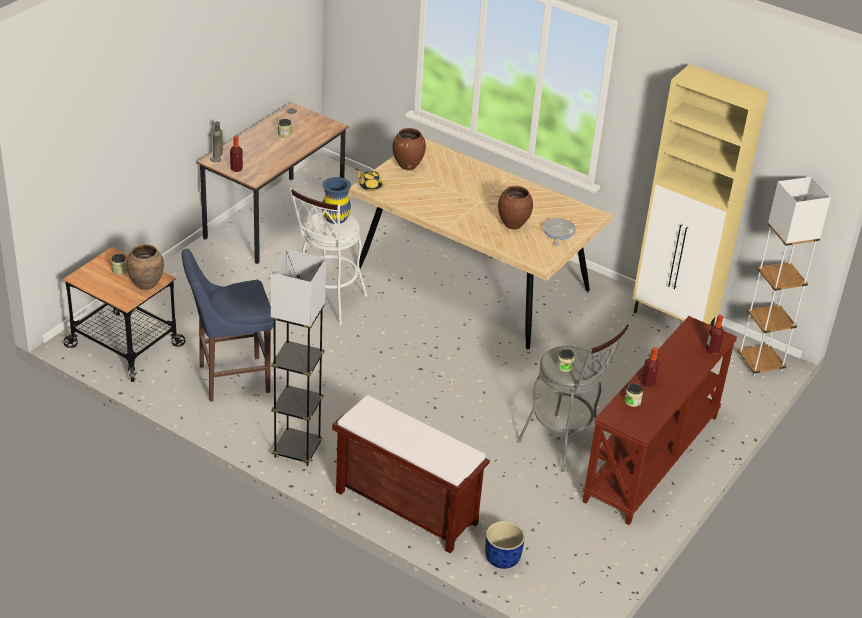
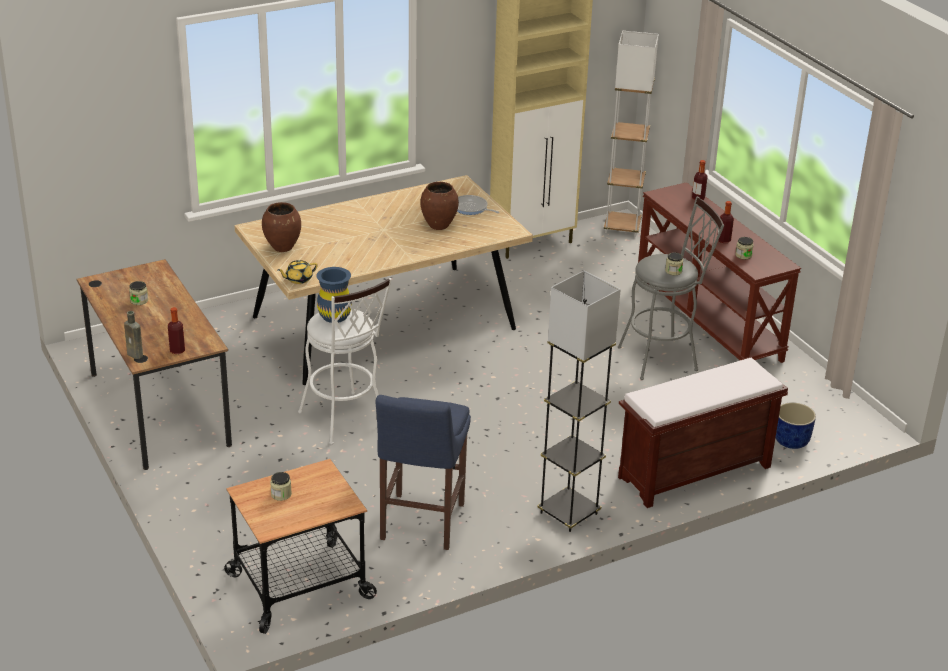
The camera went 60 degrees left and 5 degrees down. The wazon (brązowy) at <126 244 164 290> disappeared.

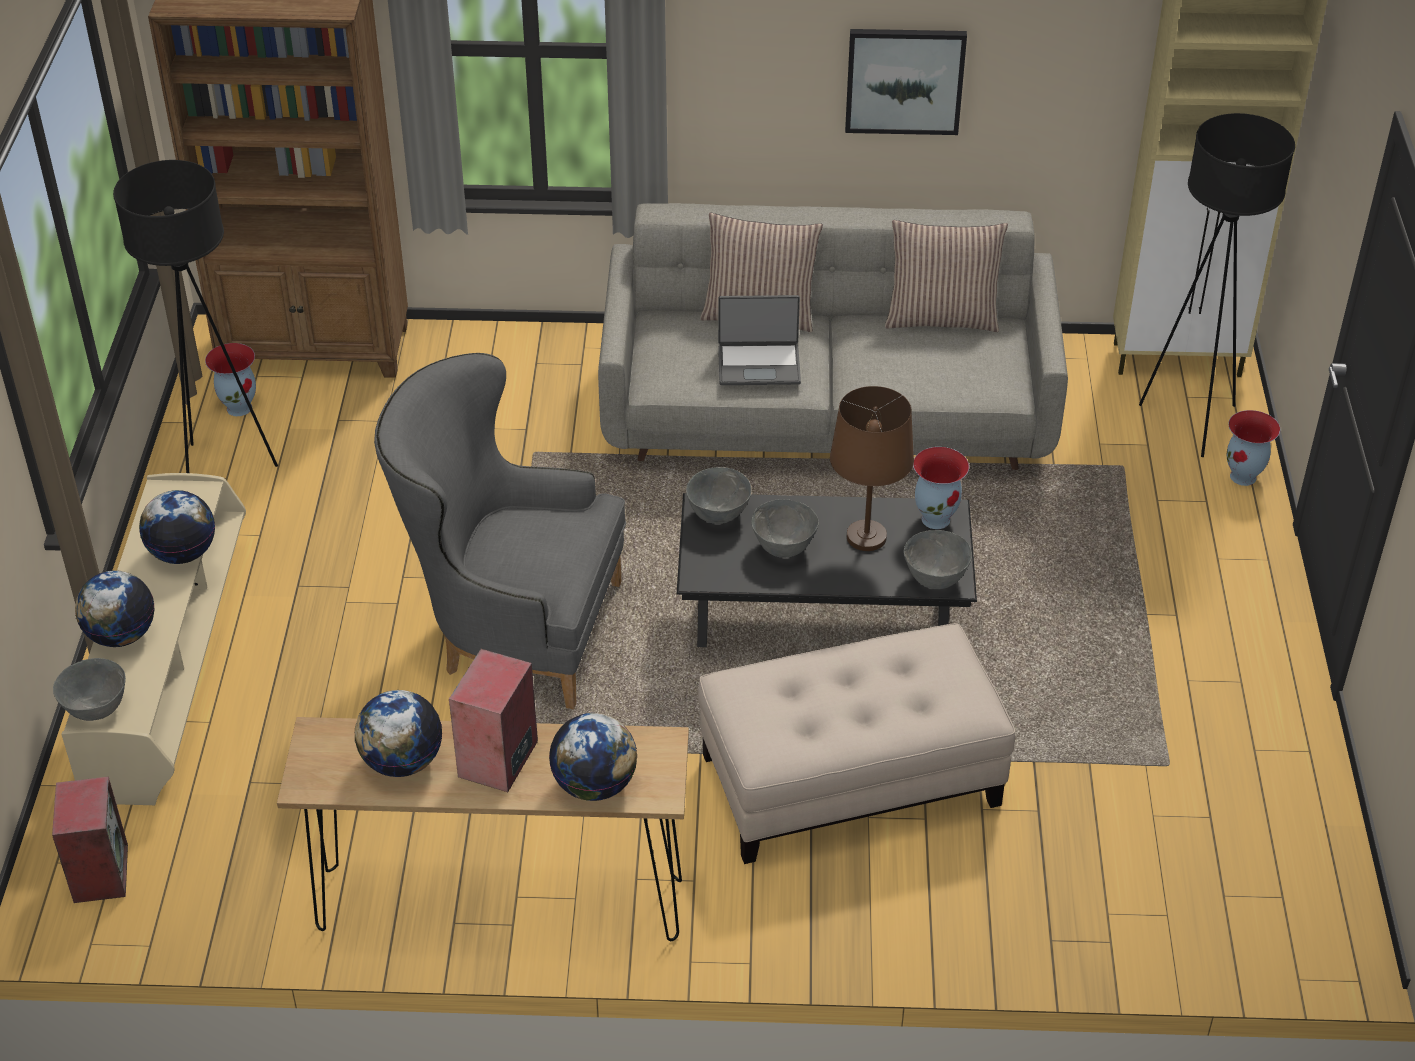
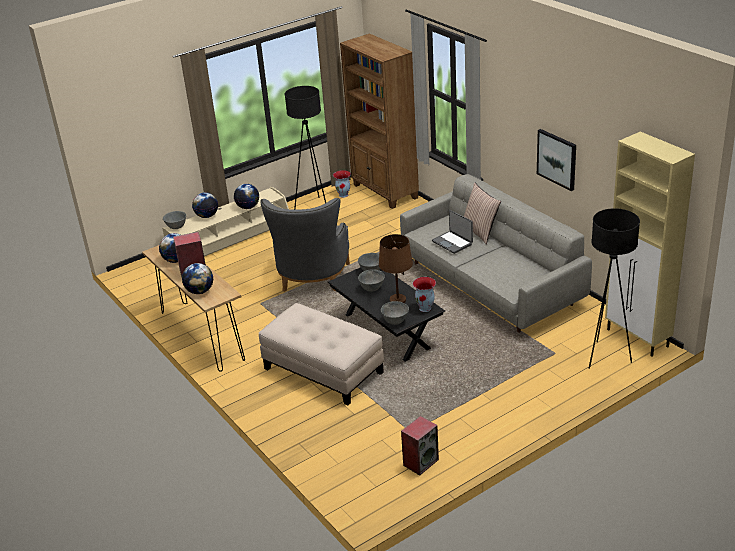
The camera went 55 degrees right and 10 degrees down. The poduszka at <885 220 1008 332> disappeared. The fotel (szary) at <374 353 626 709> turned 150 degrees counterclockwise. The wazon at <1227 410 1280 486> disappeared. The głośnik moved from <52 777 128 903> to <401 416 439 475>.

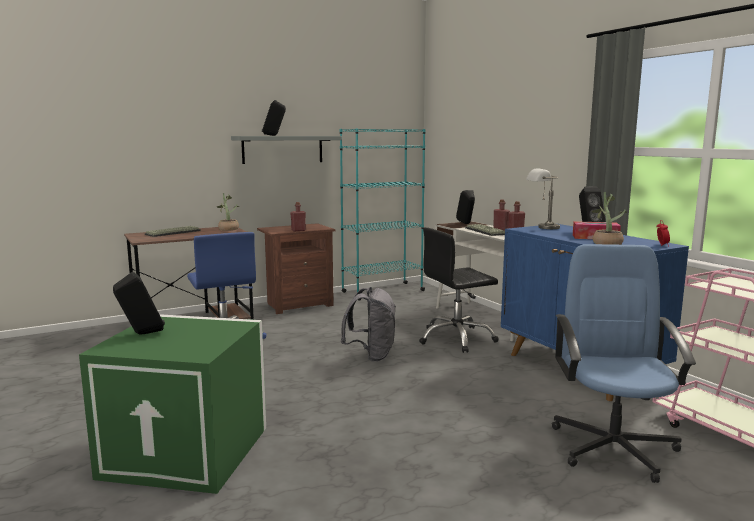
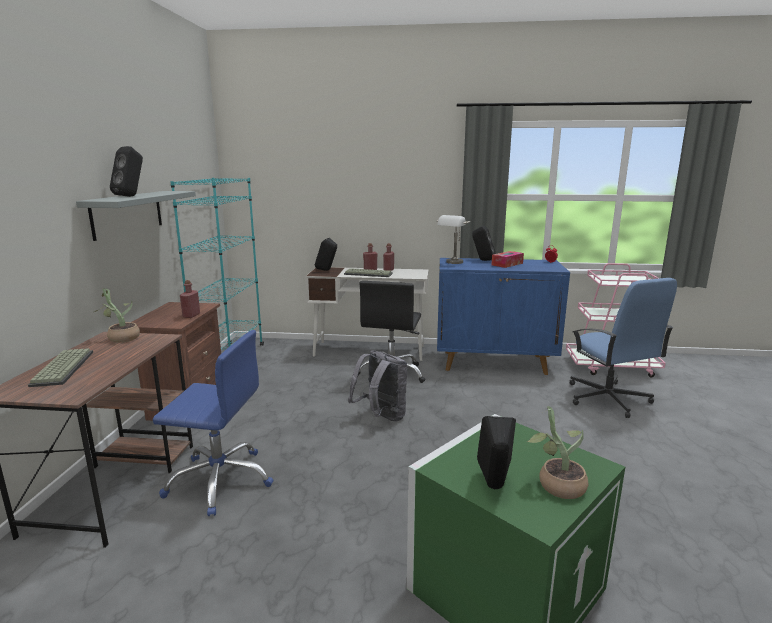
The camera went 55 degrees left and 5 degrees up. The roślina doniczkowa moved from <592 192 627 245> to <527 406 589 499>. The krzesło biurowe (niebieski) at <552 244 696 483> turned 150 degrees counterclockwise.

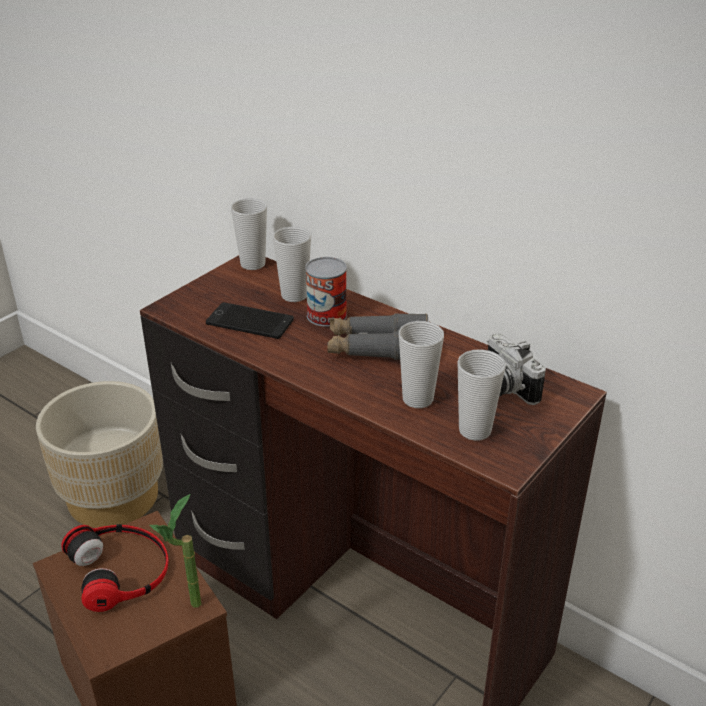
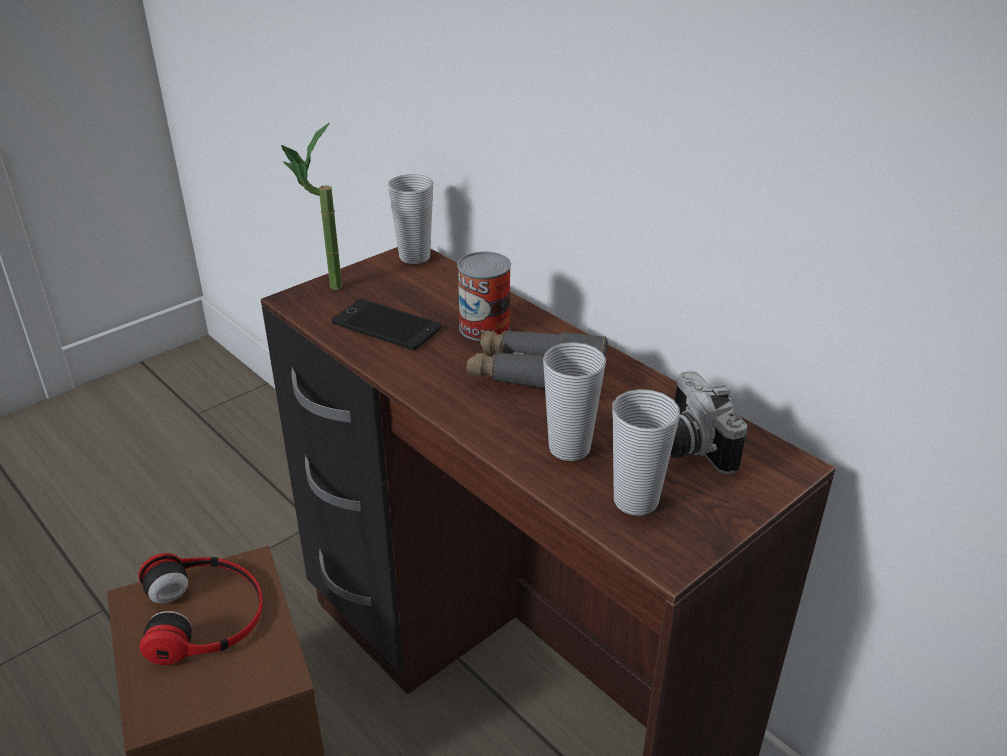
The camera went 10 degrees right and 0 degrees up. The filiżanka at <273 227 311 302> disappeared. The donica (beżowy) at <36 381 163 528> disappeared. The roślina doniczkowa moved from <149 494 201 608> to <281 122 342 290>.

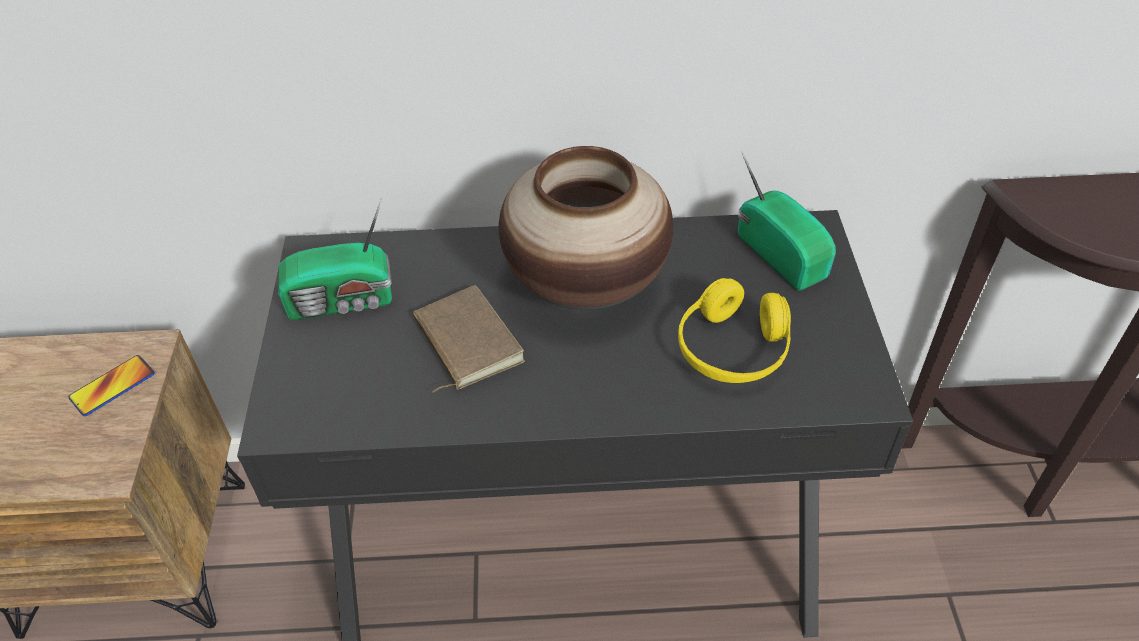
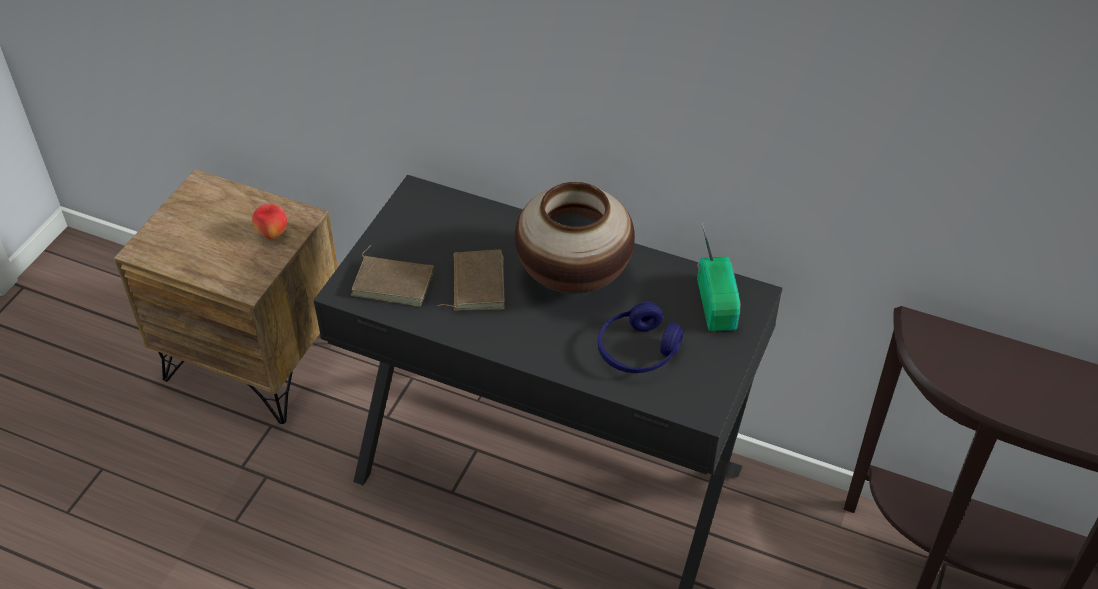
The camera went 25 degrees right and 0 degrees up. The radio at <278 198 392 320> disappeared. The słuchawki (żółty) at <678 278 791 383> became the słuchawki (niebieski) at <598 302 683 373>. The telefon at <68 355 155 416> was replaced by the jabłko at <252 204 287 239>. The książka (brązowy) at <351 245 434 306> appeared.

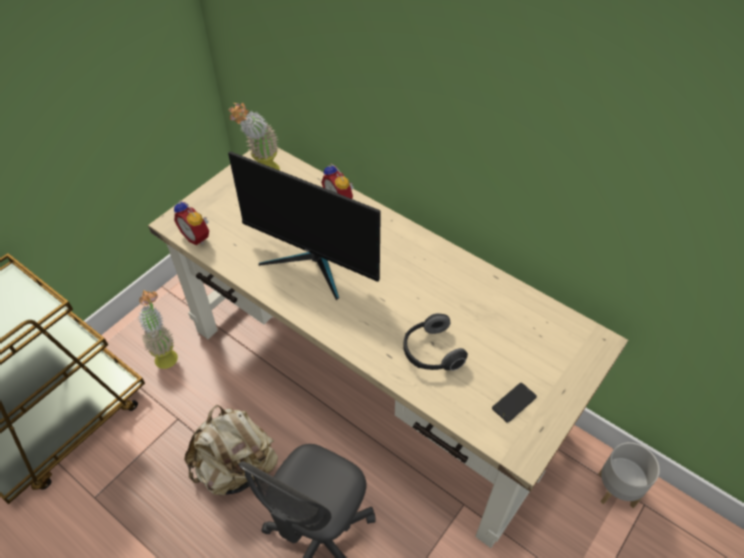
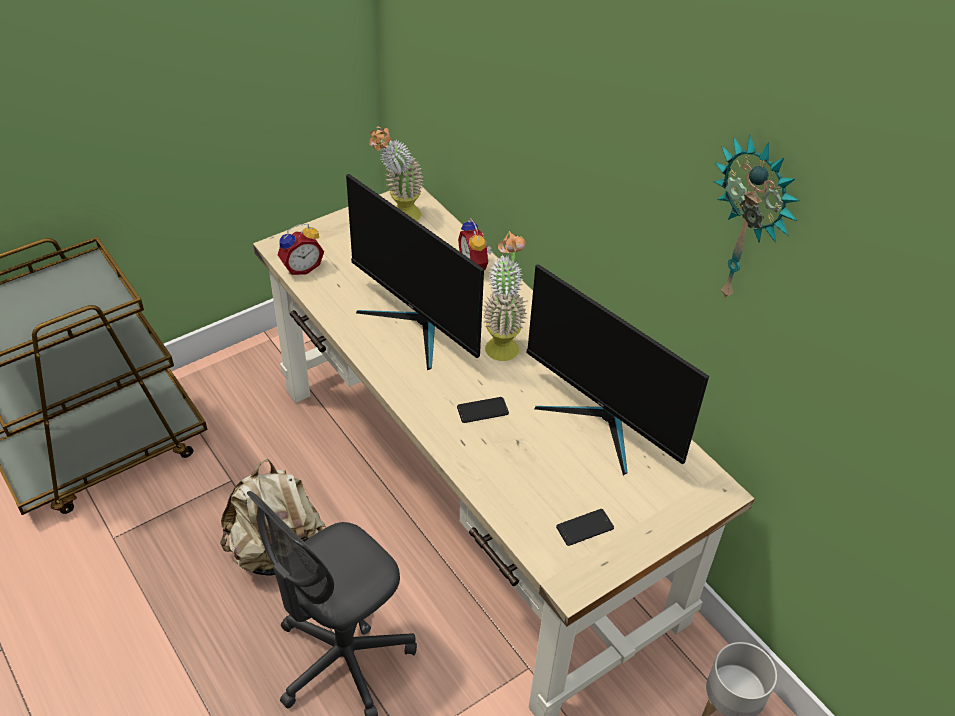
The camera went 15 degrees right and 5 degrees down. The budzik at <174 200 209 245> turned 90 degrees counterclockwise. The roślina doniczkowa moved from <138 290 178 369> to <482 231 527 361>. The słuchawki at <403 313 468 371> disappeared. The zegar ścienny at <713 134 800 300> appeared. The monitor at <527 264 709 475> appeared. The telefon at <457 397 509 423> appeared.

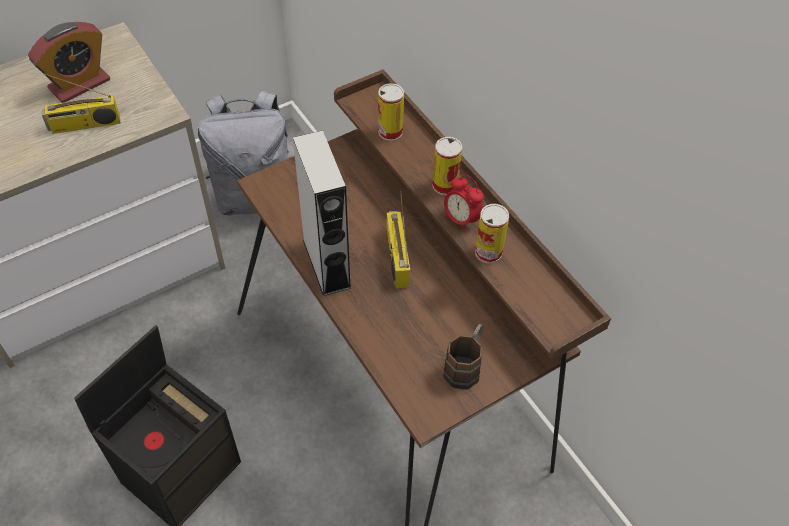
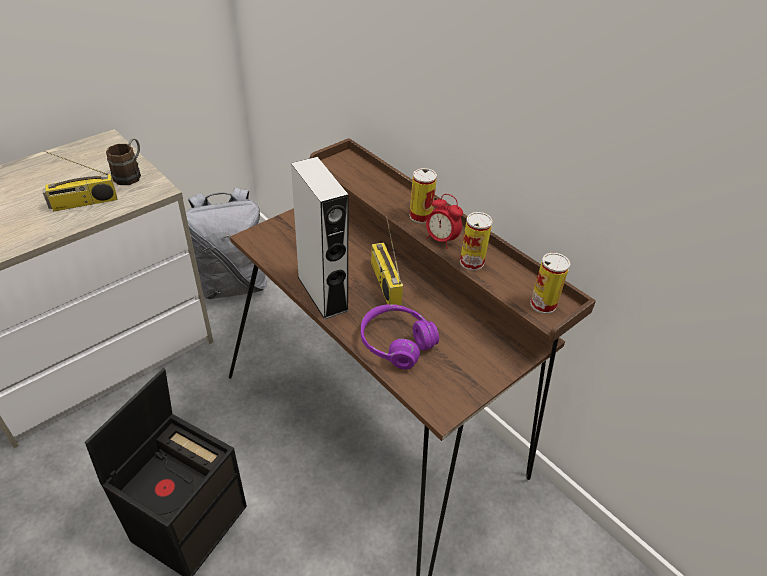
The camera went 10 degrees left and 10 degrees down. The budzik at <28 22 110 103> disappeared. The puszka moved from <378 83 404 141> to <530 253 570 314>. The kubek (brązowy) moved from <443 324 483 390> to <106 138 141 185>. The słuchawki (fioletowy) at <361 304 439 369> appeared.

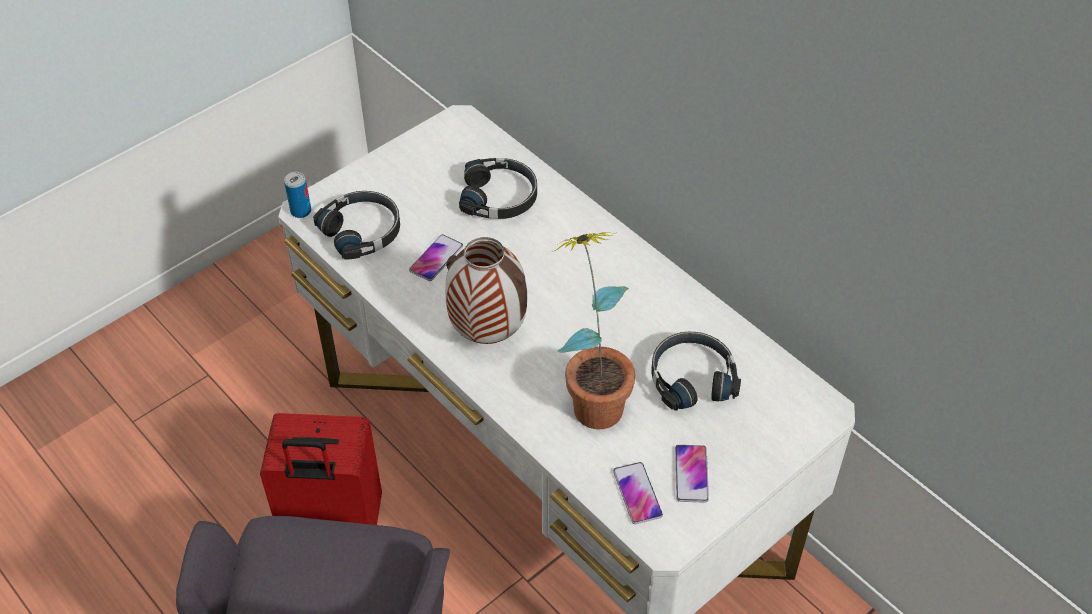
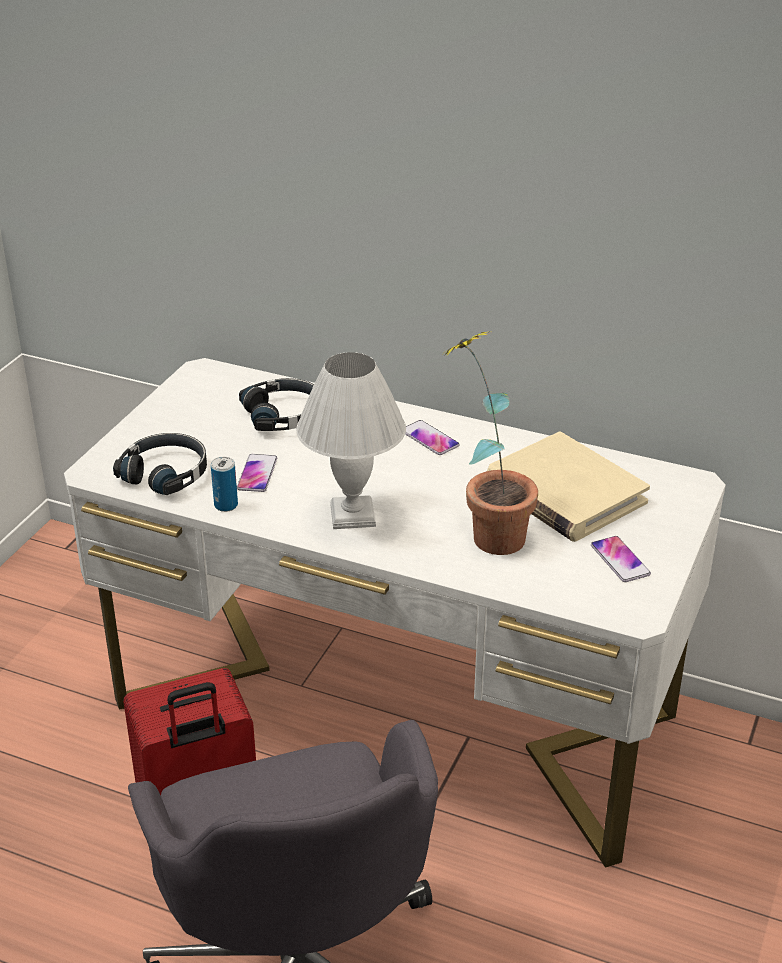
The camera went 25 degrees left and 15 degrees down. The puszka moved from <284 172 311 218> to <211 457 238 512>. The wazon at <445 237 527 344> was replaced by the lampa stołowa (biały) at <296 352 406 529>. The słuchawki (czarny) at <651 332 741 411> was replaced by the książka (beżowy) at <487 431 650 542>. The telefon moved from <613 462 663 524> to <405 420 460 455>.

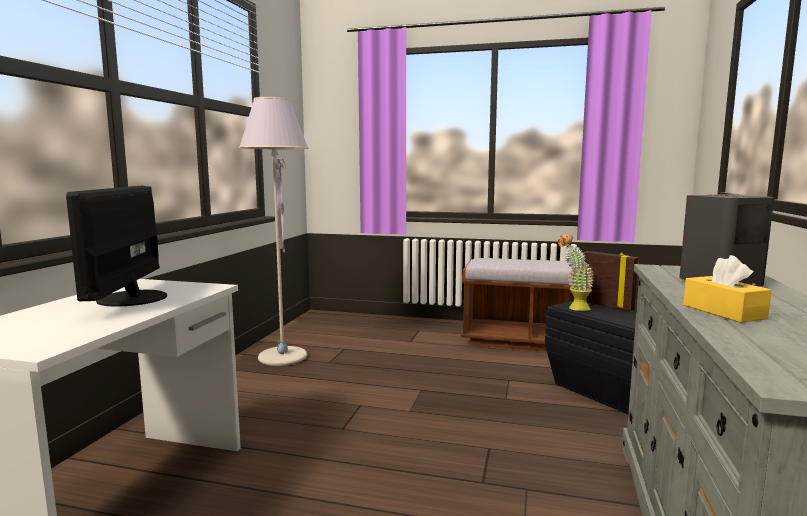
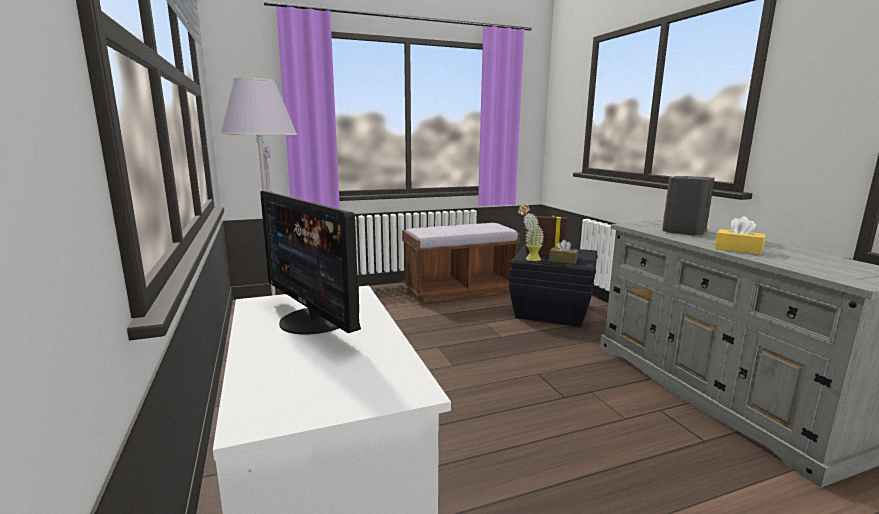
The camera went 35 degrees left and 5 degrees up. The pudełko chusteczek (brązowy) at <549 240 578 264> appeared.

